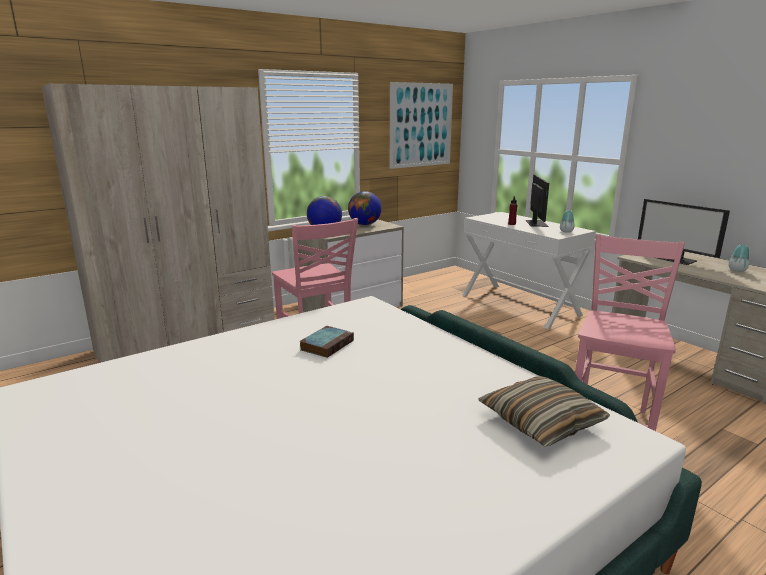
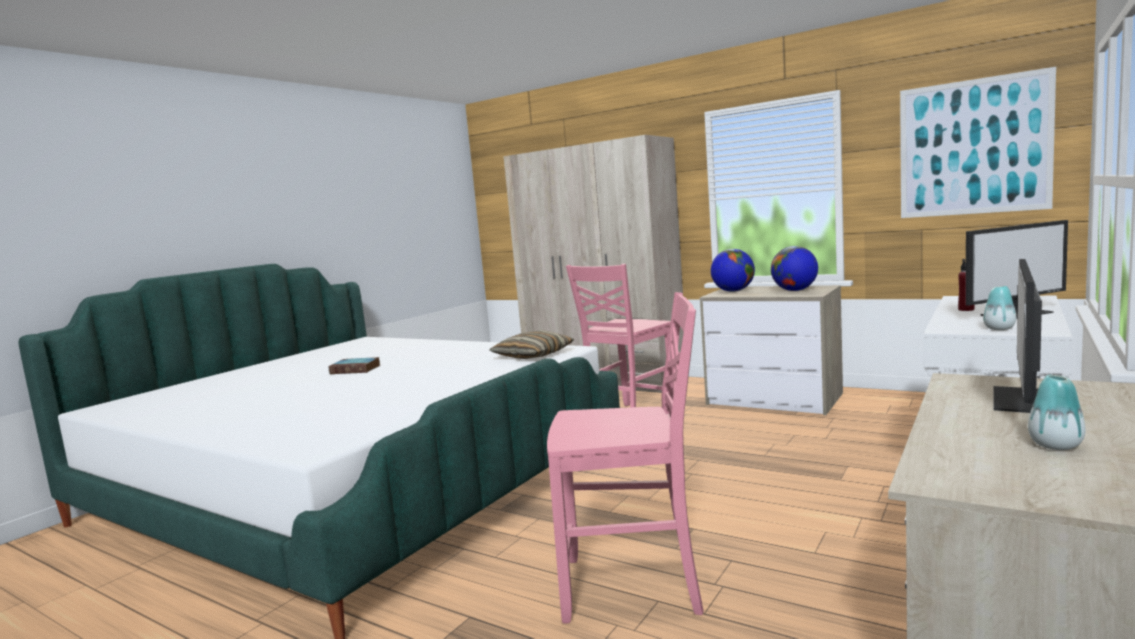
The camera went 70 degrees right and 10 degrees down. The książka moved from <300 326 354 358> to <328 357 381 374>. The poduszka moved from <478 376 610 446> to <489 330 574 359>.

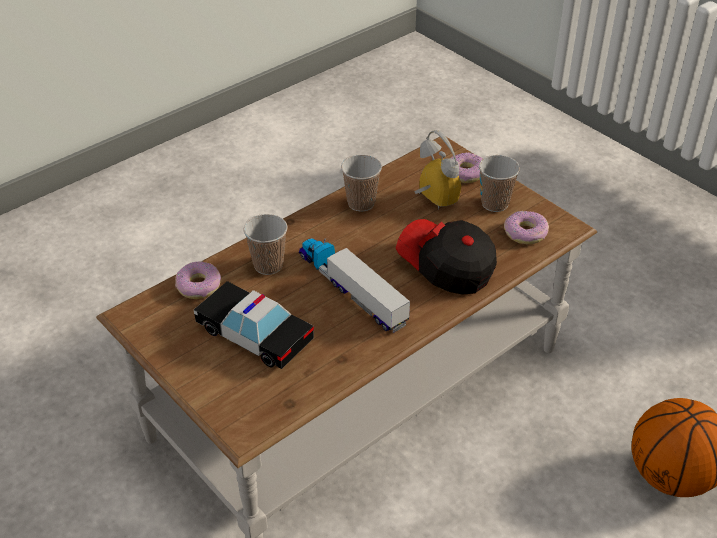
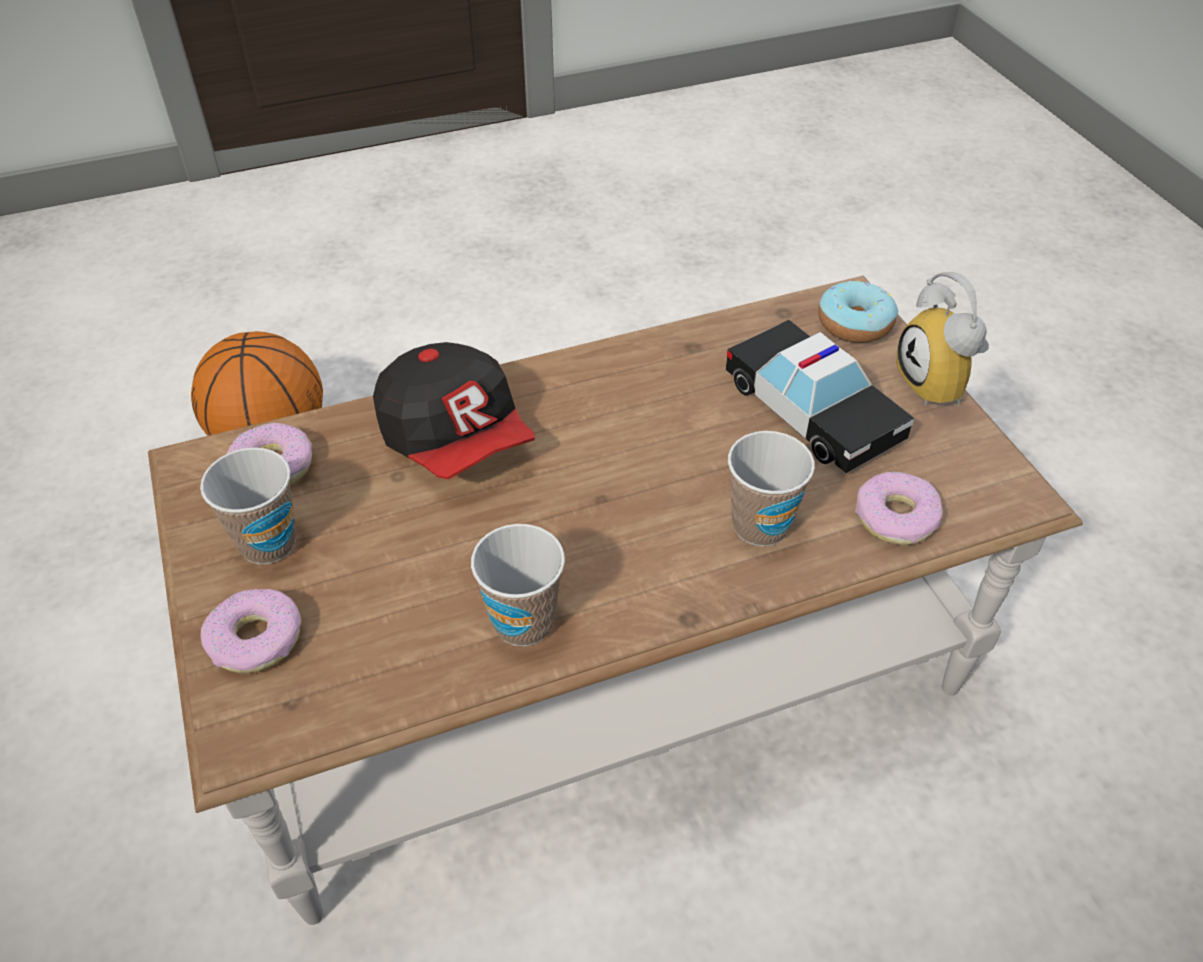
The camera went 160 degrees left and 5 degrees up. The budzik moved from <414 130 461 210> to <896 272 989 407>. The ciężarówka zabawkowa at <299 238 410 333> disappeared. The donut at <818 280 898 343> appeared.

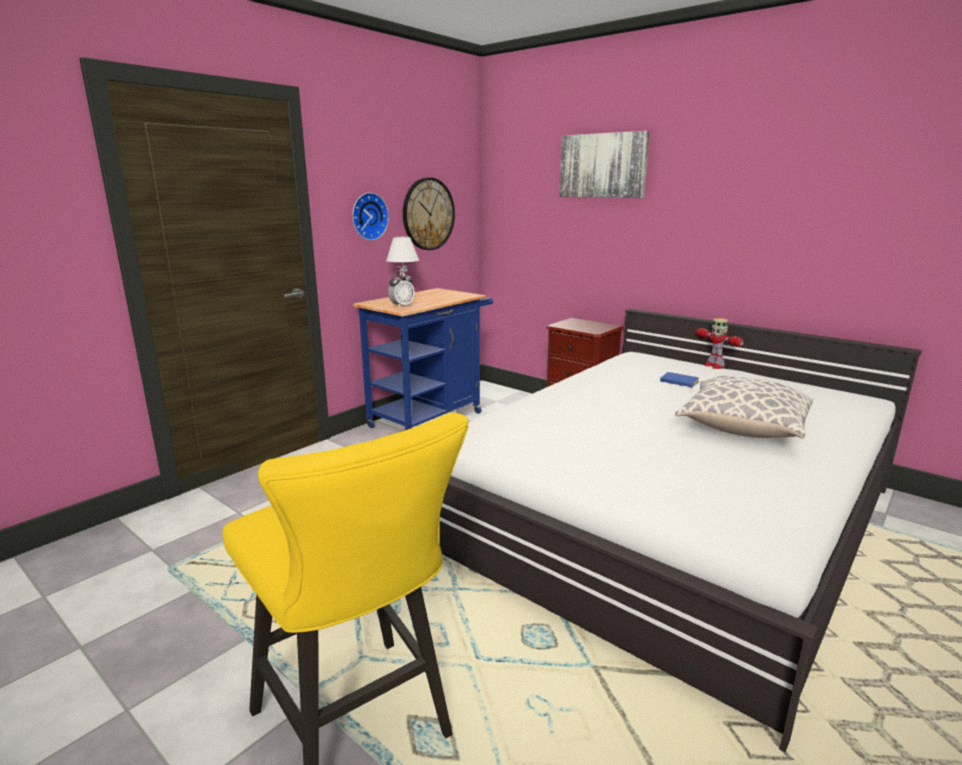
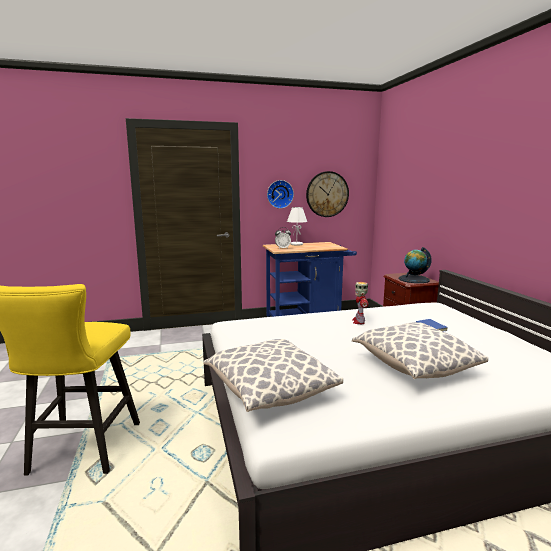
The camera went 35 degrees right and 5 degrees down. The obraz at <559 131 650 198> disappeared. The robot zabawkowy moved from <696 318 744 369> to <352 282 369 324>. The globus at <399 247 432 283> appeared. The poduszka at <203 339 343 412> appeared.

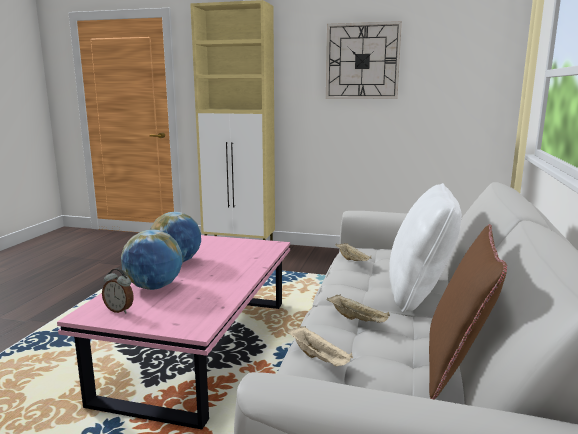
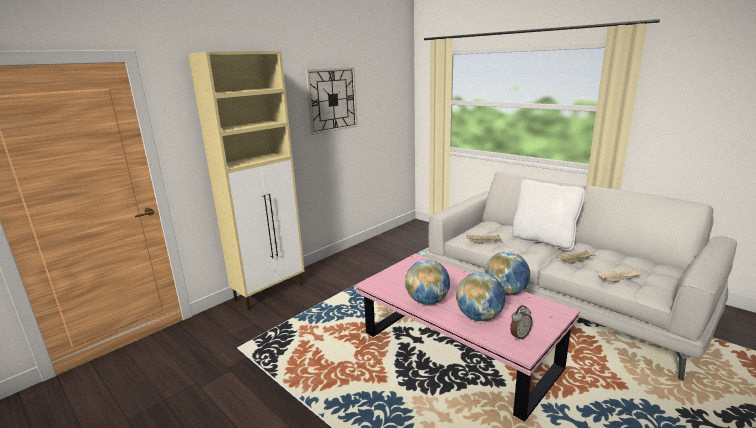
The camera went 60 degrees left and 5 degrees up. The poduszka (brązowy) at <429 224 507 399> disappeared. The globus at <485 251 530 296> appeared.

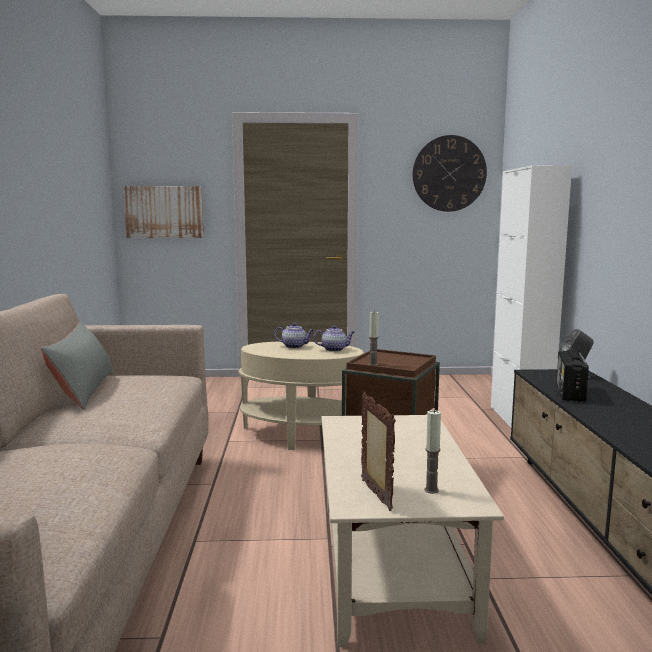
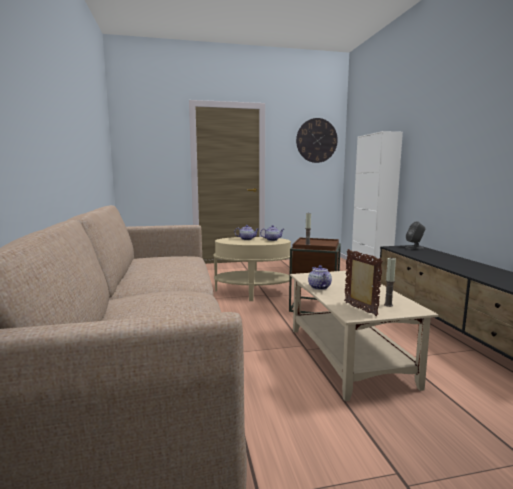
The camera went 10 degrees left and 0 degrees up. The obraz at <123 186 204 238> disappeared. The poduszka (szary) at <41 322 113 410> disappeared. The radio at <556 349 589 402> disappeared. The imbryk at <308 265 332 290> appeared.

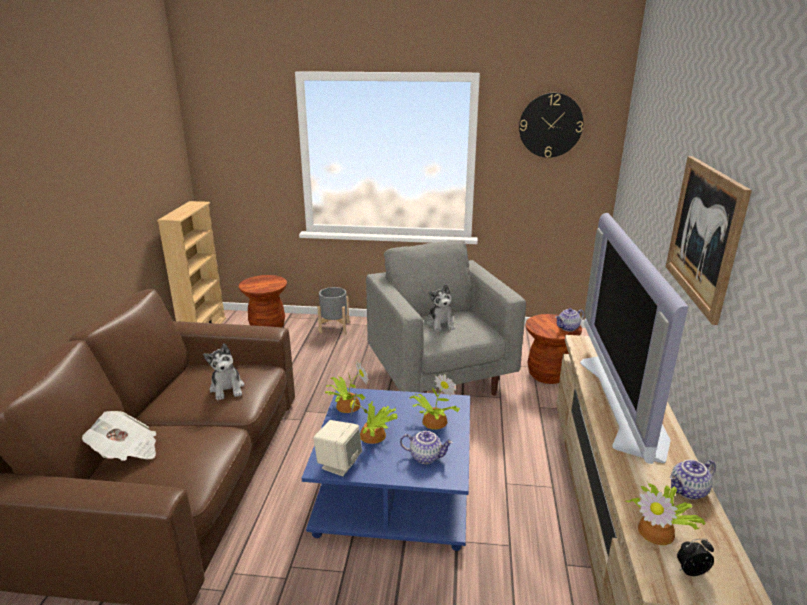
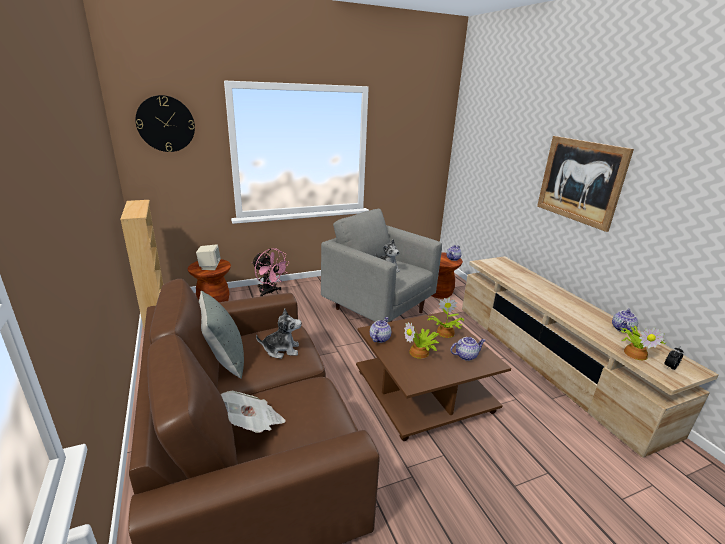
The camera went 30 degrees left and 0 degrees up. The zegar ścienny moved from <519 93 583 158> to <136 95 195 152>. The telewizor at <580 213 688 464> disappeared. The donica (szary) at <317 287 349 334> was replaced by the wentylator (różowy) at <252 248 290 296>. The pluszak at <203 343 244 400> turned 45 degrees counterclockwise. The roślina doniczkowa at <325 361 369 413> was replaced by the imbryk at <370 317 391 343>. The ława (niebieski) at <302 388 470 551> became the ława (brązowy) at <356 312 511 441>. The głośnik (beżowy) moved from <313 420 362 476> to <196 245 221 270>. The poduszka (szary) at <199 291 244 379> appeared.

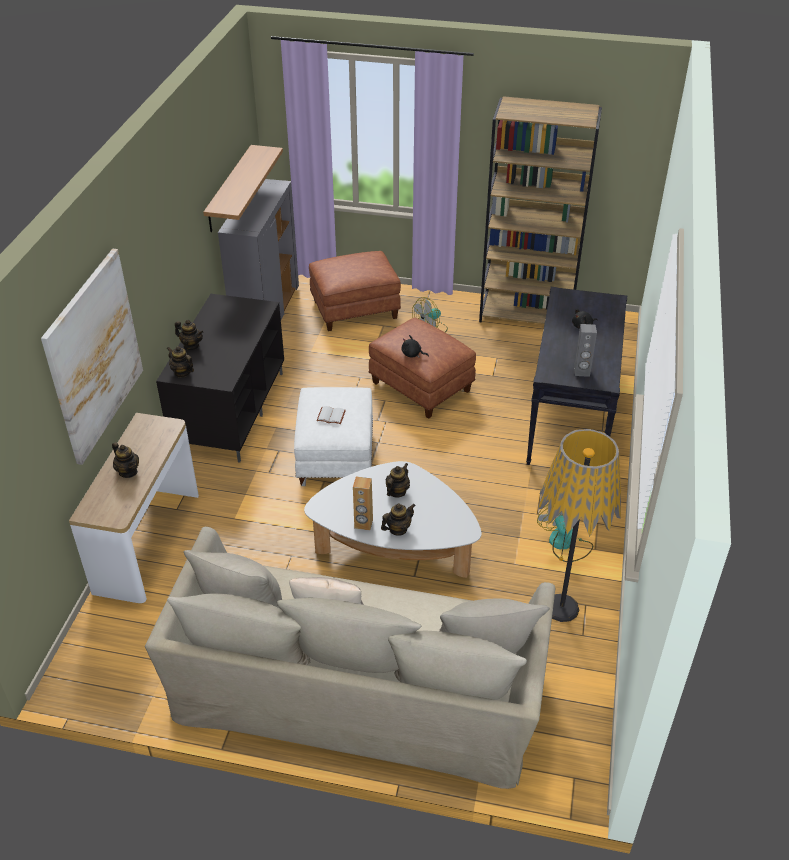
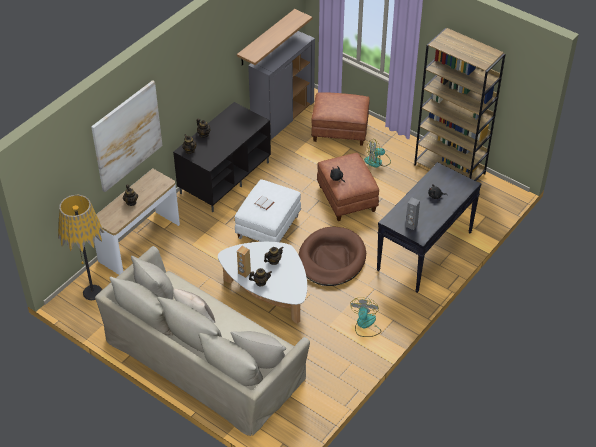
The camera went 25 degrees right and 5 degrees up. The lampa stojąca moved from <538 429 621 622> to <58 195 104 300>. The legowisko (brązowy) at <299 226 366 286> appeared.

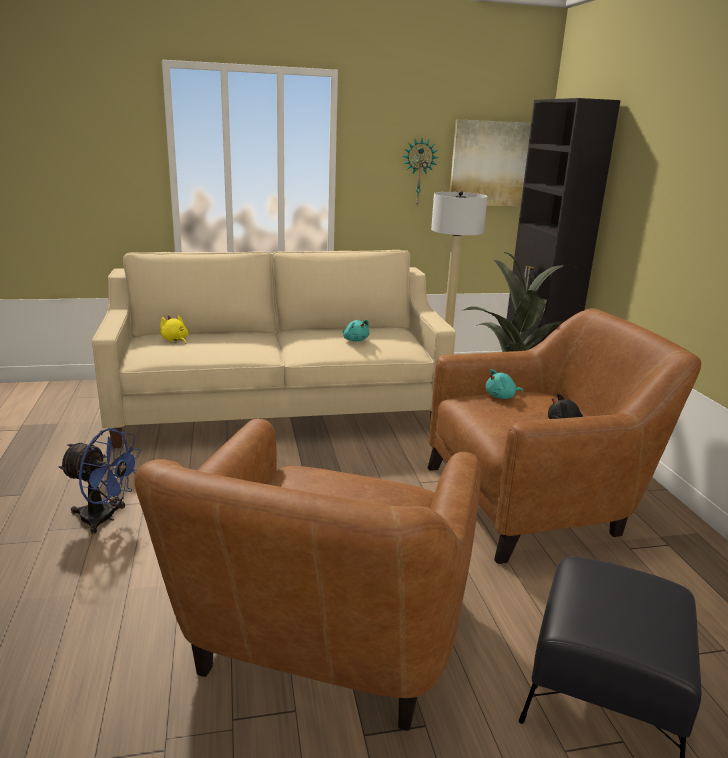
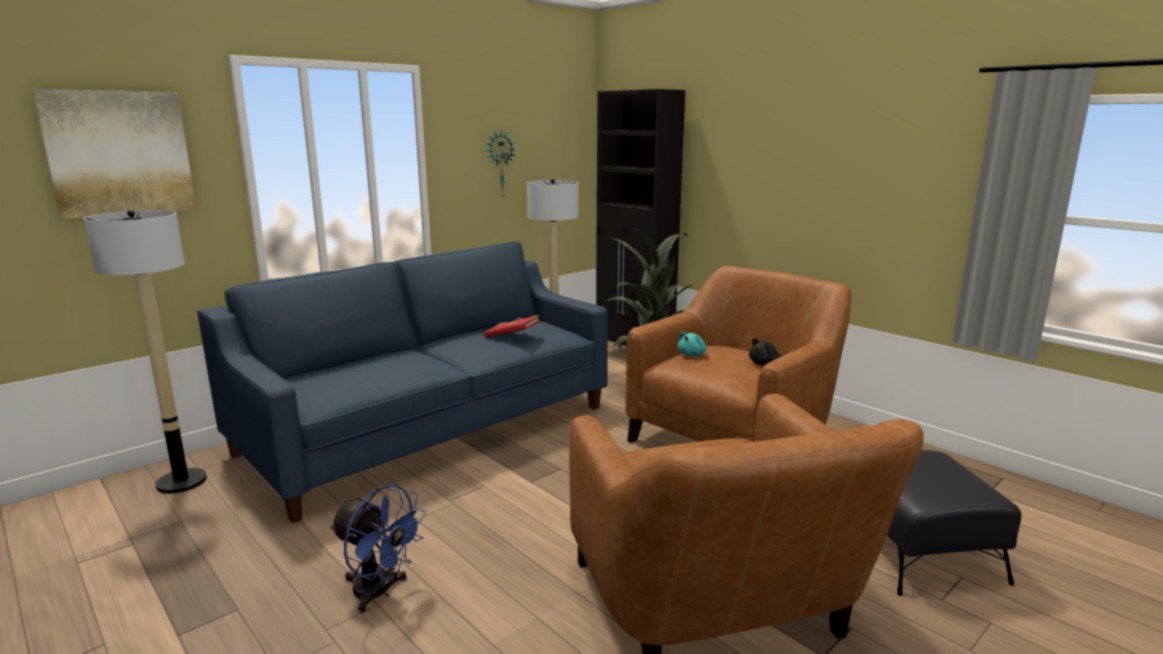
The camera went 30 degrees left and 5 degrees down. The obraz moved from <450 119 531 206> to <32 89 196 219>. The kanapa (beżowy) at <92 250 456 448> became the kanapa (niebieski) at <197 241 607 523>. The pluszak (żółty) at <160 315 188 344> disappeared. The pluszak (turkusowy) at <343 320 370 342> was replaced by the książka (czerwony) at <484 315 540 338>. The wentylator (niebieski) at <59 428 141 534> turned 45 degrees clockwise. The lampa stojąca at <84 210 207 494> appeared.

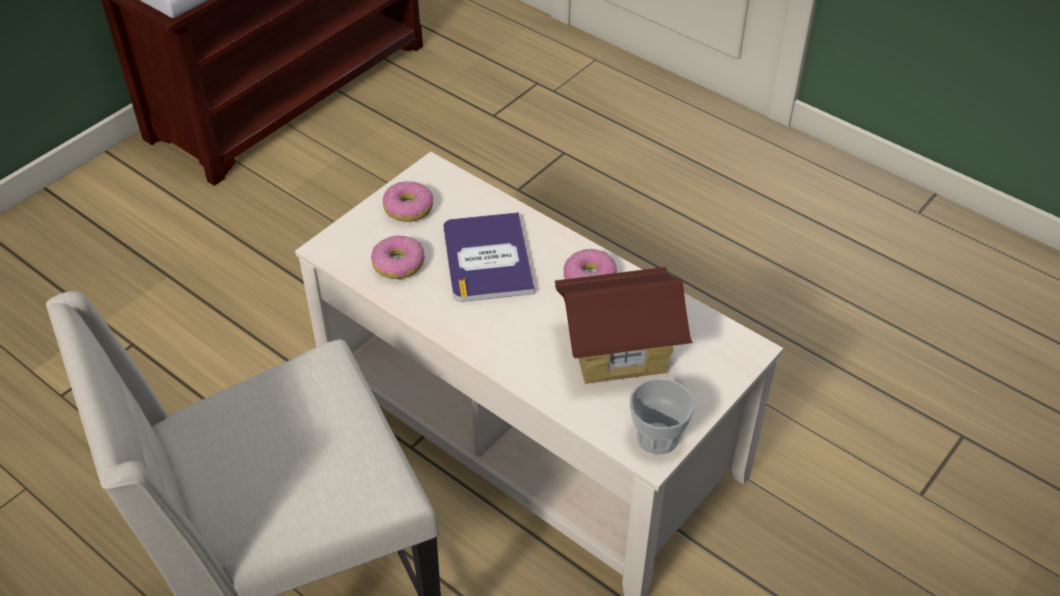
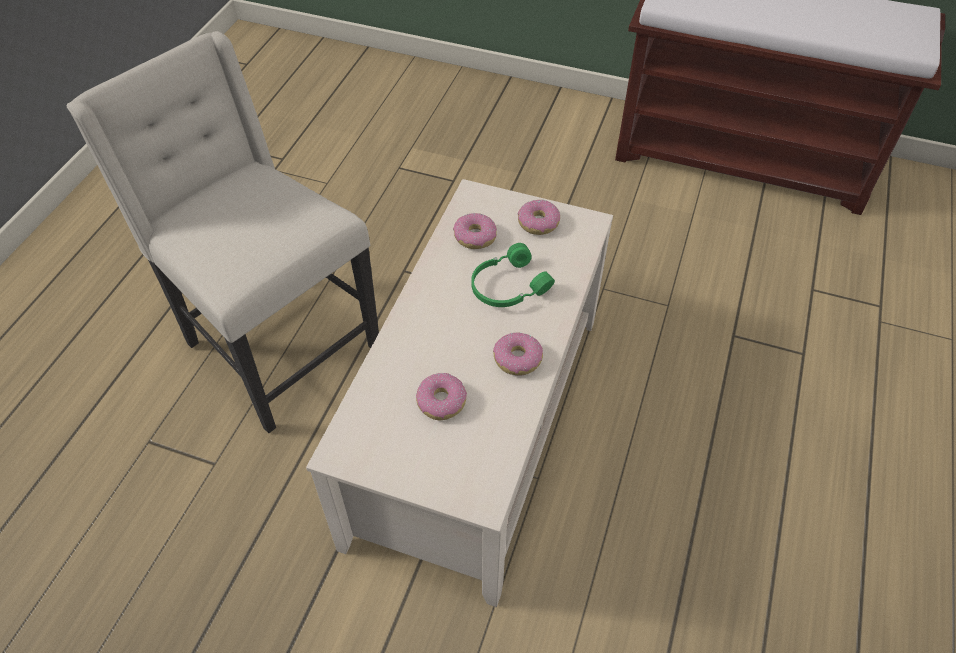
The camera went 70 degrees right and 5 degrees up. The książka at <443 212 535 302> was replaced by the słuchawki (zielony) at <471 243 555 307>. The domek at <555 267 693 384> was replaced by the donut at <416 373 467 420>. The filiżanka at <630 378 694 455> disappeared.

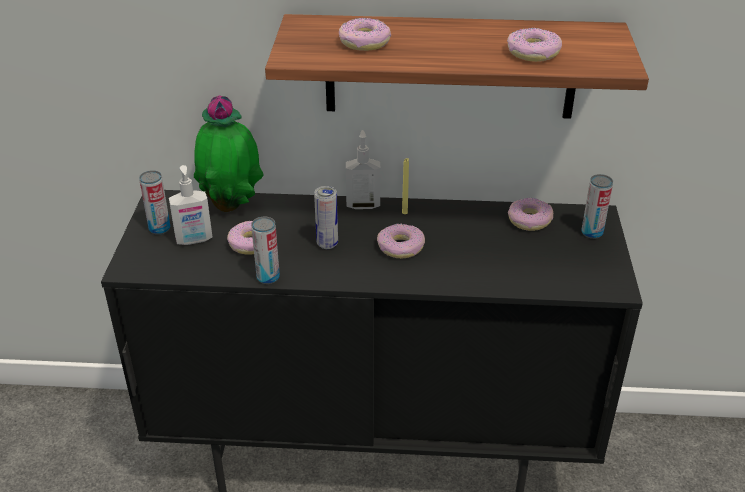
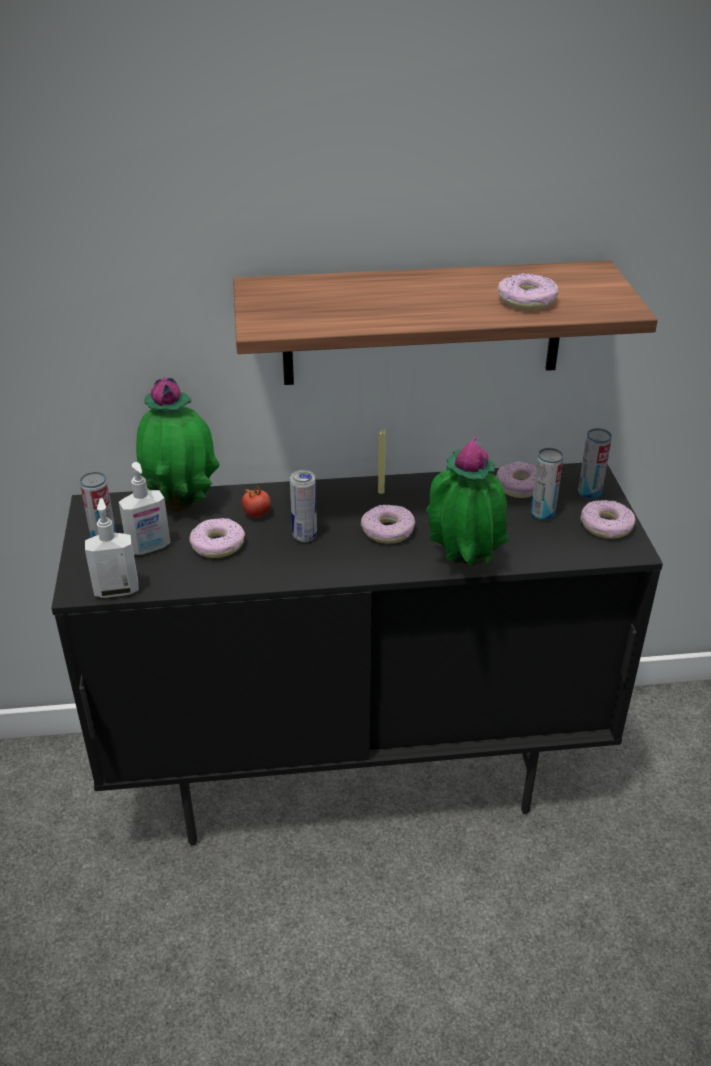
The camera went 10 degrees left and 0 degrees up. The donut moved from <339 18 391 51> to <580 500 635 539>. The dozownik mydła moved from <346 130 381 209> to <85 498 139 598>. The puszka moved from <251 217 280 284> to <531 448 564 521>. The roślina doniczkowa at <426 436 509 566> appeared. The pomidor at <242 484 271 518> appeared.

